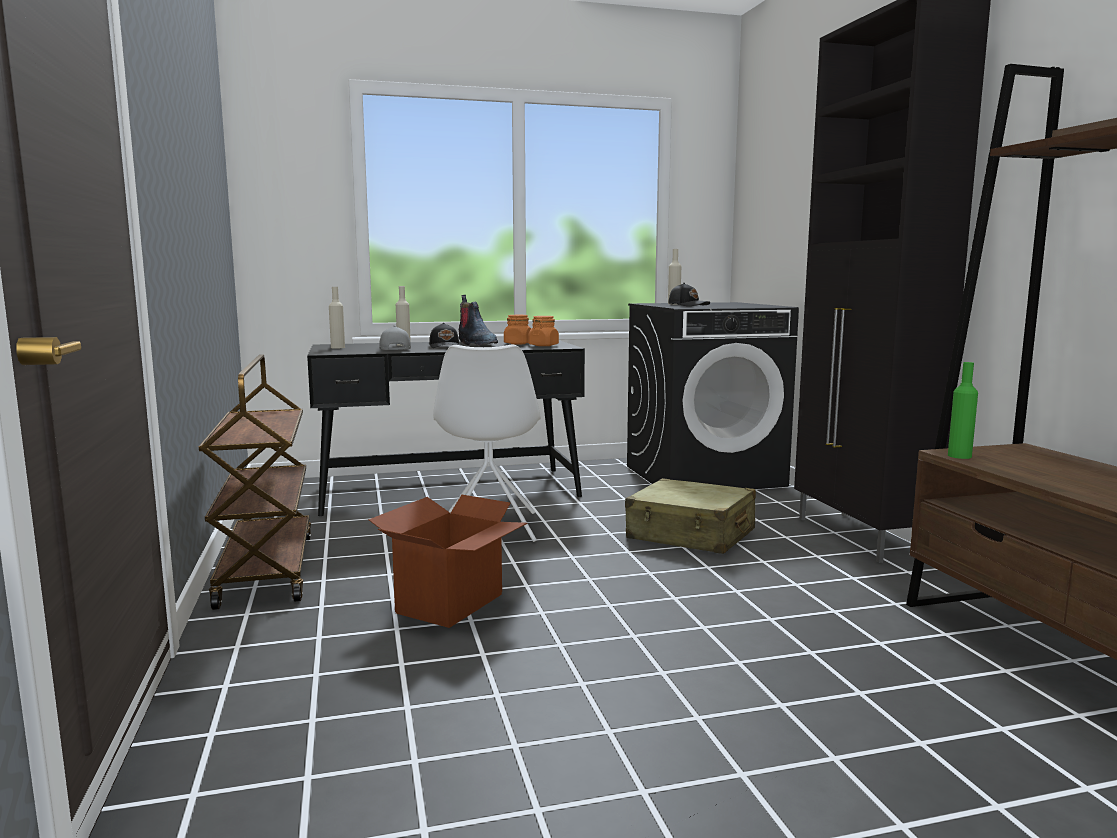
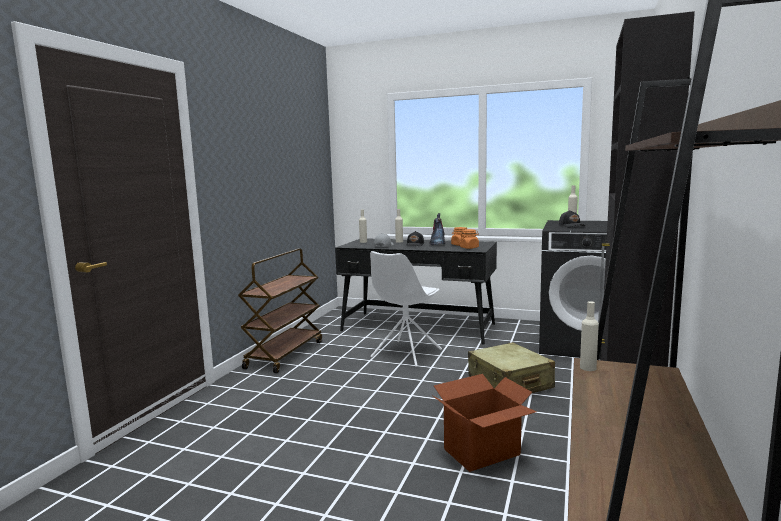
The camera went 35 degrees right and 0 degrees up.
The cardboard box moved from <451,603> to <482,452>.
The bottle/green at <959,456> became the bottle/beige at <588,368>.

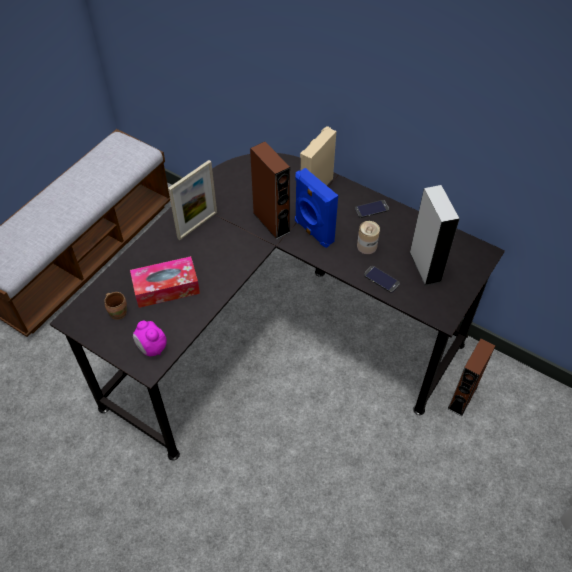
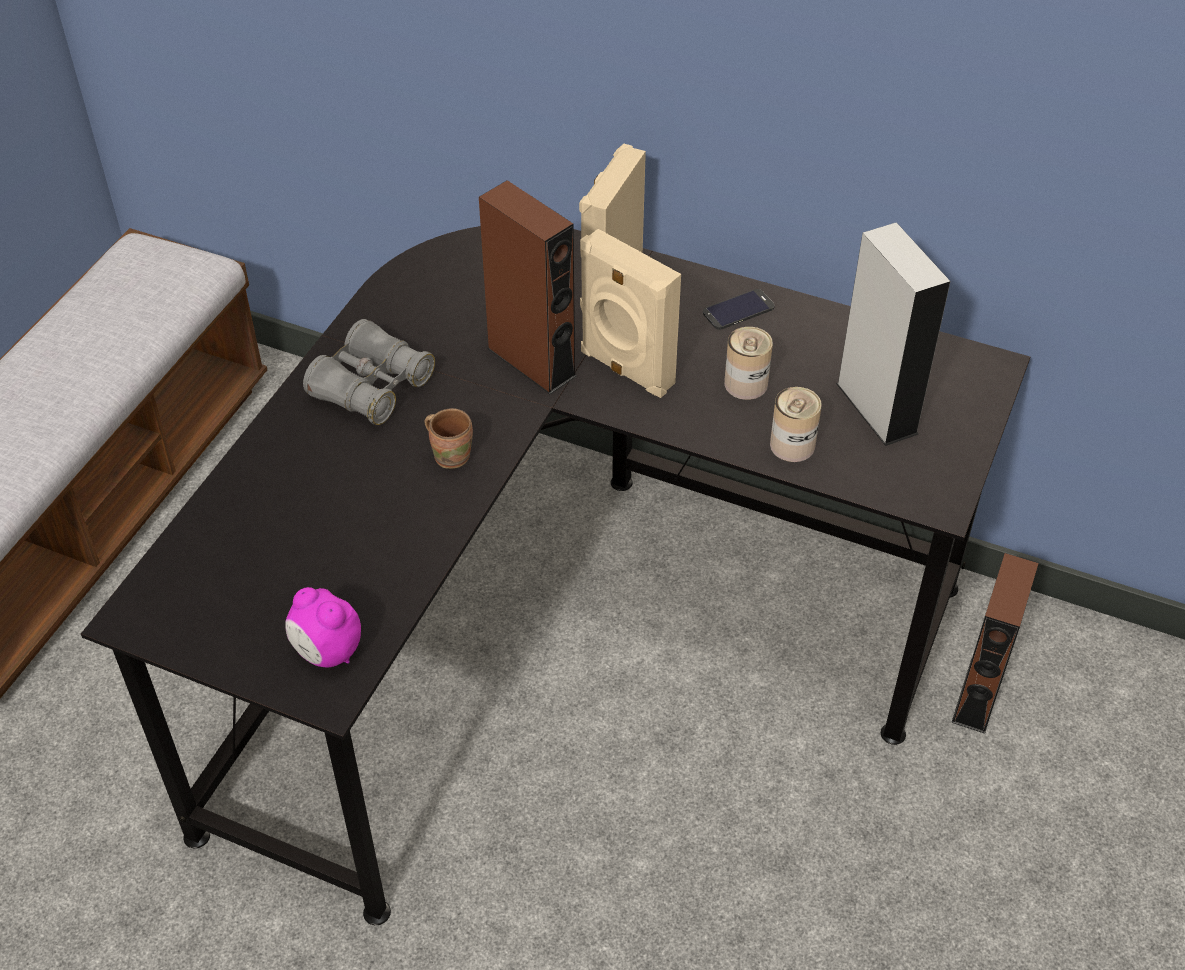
The camera went 10 degrees left and 5 degrees down.
The mug/brown moved from <118,312> to <451,455>.
The tissue box at <166,288> disappeared.
The picture frame at <197,225> was replaced by the binoculars/grey at <371,387>.
The speaker/blue at <313,232> became the speaker/beige at <625,370>.
The phone at <381,279> was replaced by the can at <792,445>.

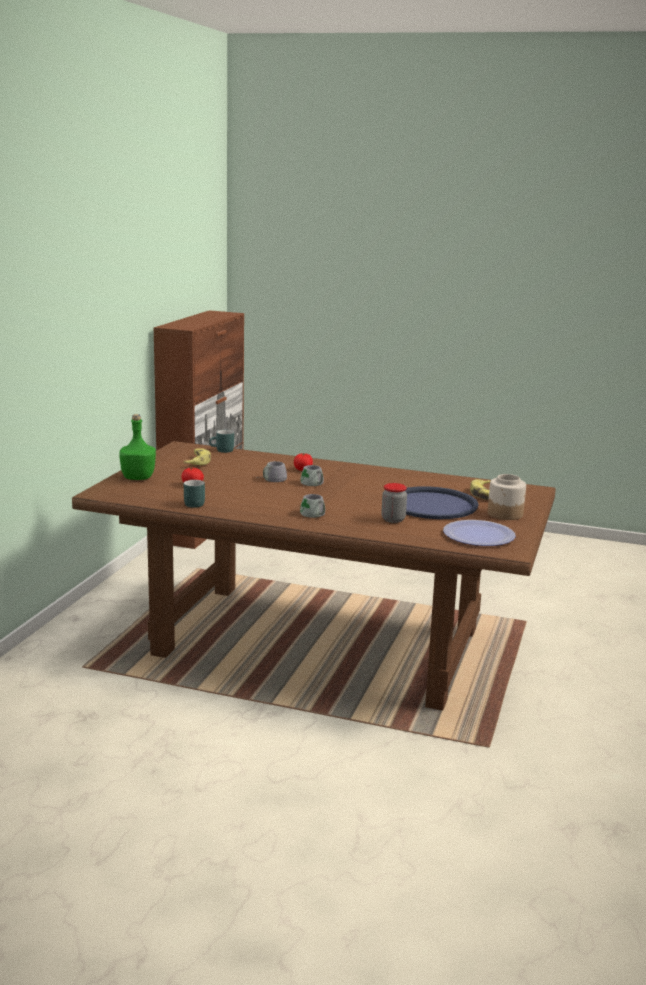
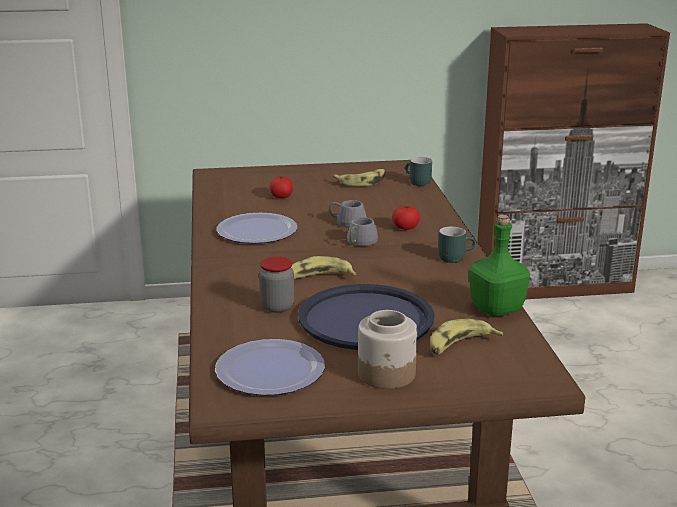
The camera went 65 degrees right and 5 degrees up.
The bottle/green moved from <138,477> to <497,309>.
The mug/turquoise moved from <194,503> to <454,257>.
The mug/grey at <312,515> disappeared.
The plate at <257,231> appeared.
The banana at <318,277> appeared.

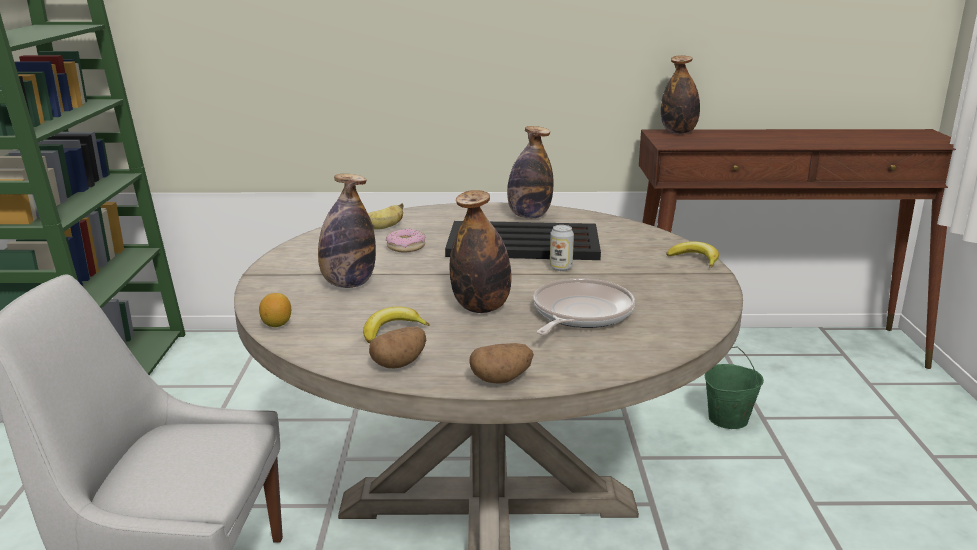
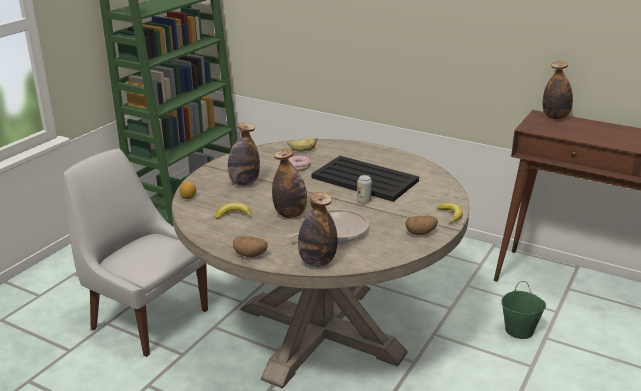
The camera went 30 degrees right and 5 degrees up.
The potato moved from <399,363> to <420,233>.
The bottle moved from <529,216> to <317,262>.

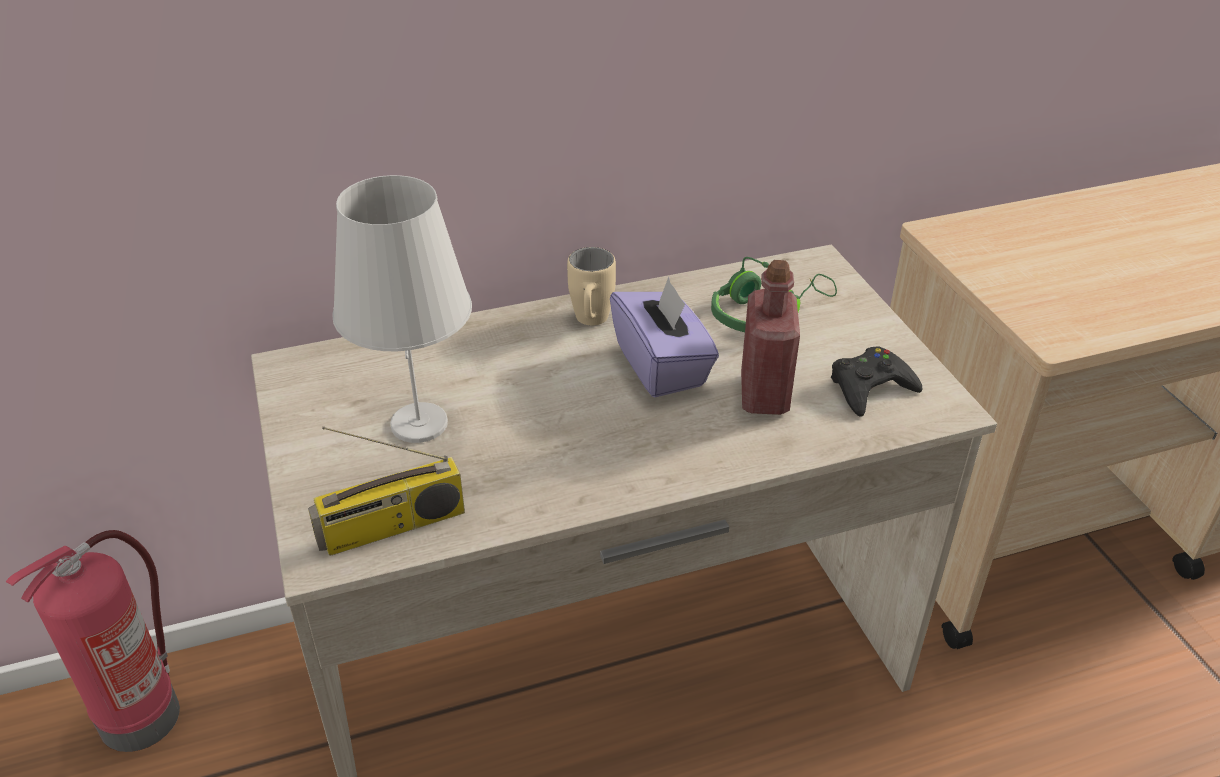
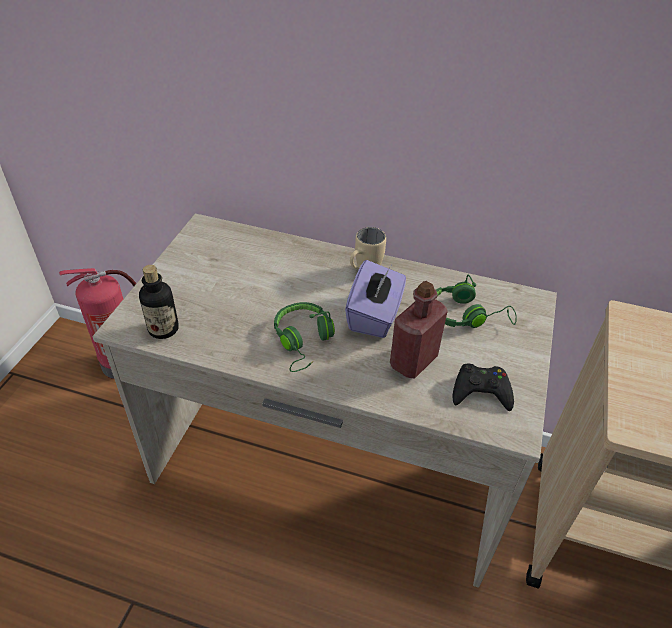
The camera went 35 degrees right and 5 degrees up.
The radio at <391,527> was replaced by the bottle at <163,329>.
The table lamp/white at <419,423> disappeared.
The headphones/green at <303,341> appeared.

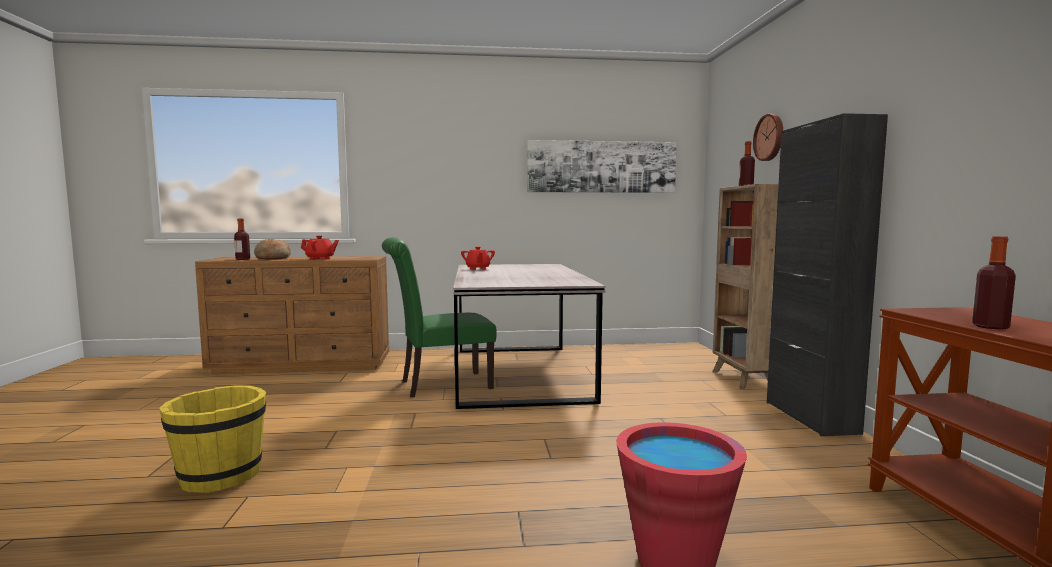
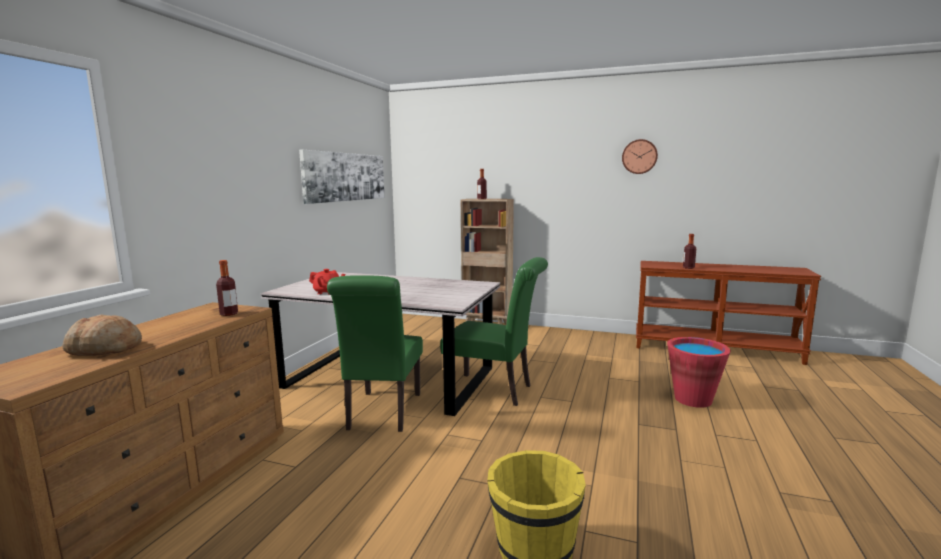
The camera went 65 degrees left and 5 degrees up.
The bottle moved from <243,259> to <229,314>.
The teapot/red at <320,259> disappeared.
The wall clock moved from <770,137> to <639,156>.
The cabinet/black at <810,417> disappeared.
The chair/green at <494,390> appeared.

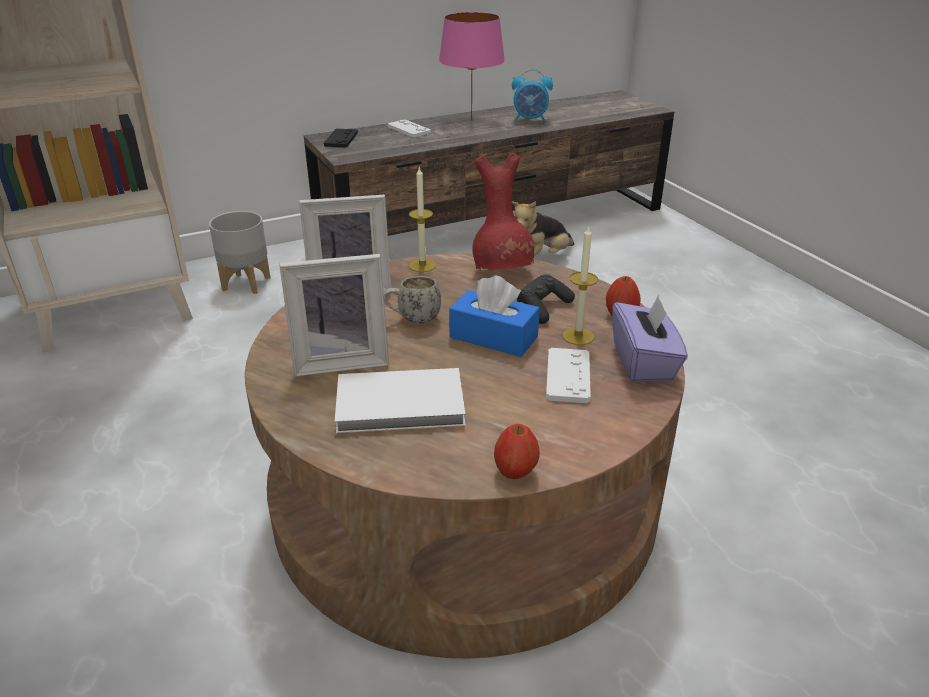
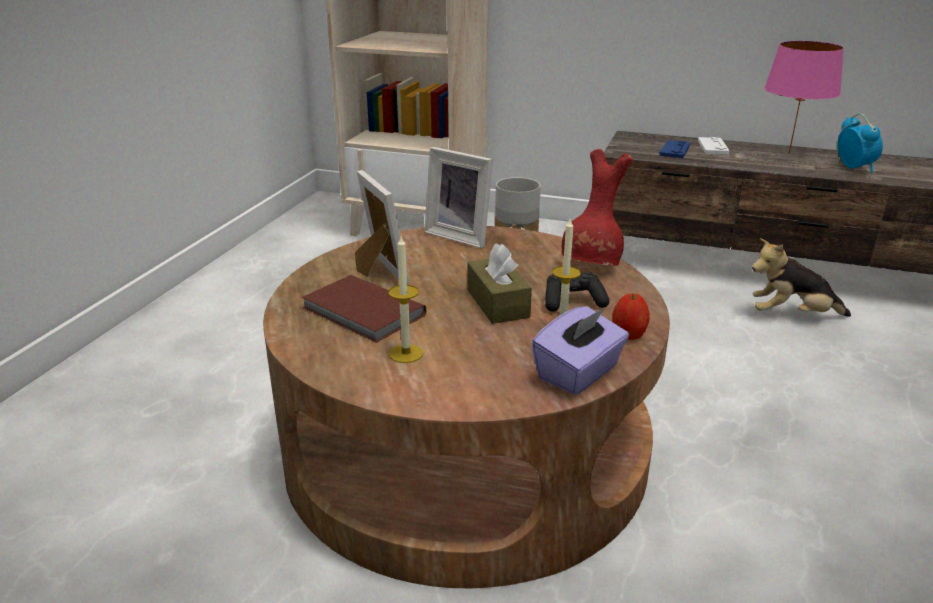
The camera went 45 degrees right and 5 degrees down.
The picture frame at <340,360> turned 150 degrees counterclockwise.
The game controller/black at <341,139> disappeared.
The book/white at <402,406> became the book/brown at <363,313>.
The mug/white at <413,319> disappeared.
The candle moved from <422,265> to <406,353>.
The tissue box/blue at <493,337> became the tissue box/brown at <497,303>.
The apple at <515,472> disappeared.
The alarm clock at <530,120> turned 150 degrees counterclockwise.
The game controller/white at <568,376> disappeared.
The game controller/blue at <674,150> appeared.

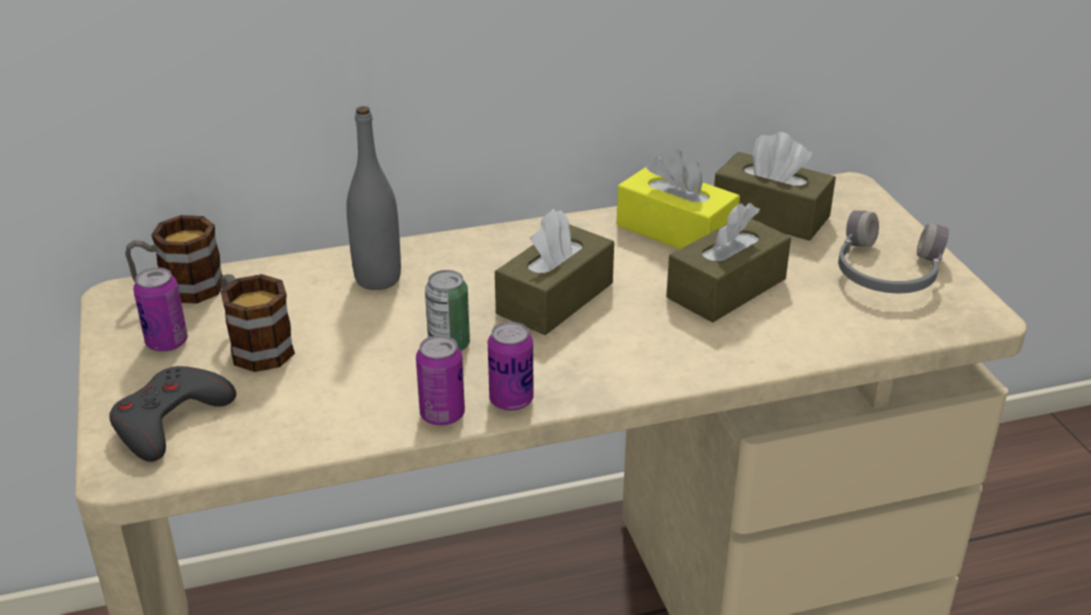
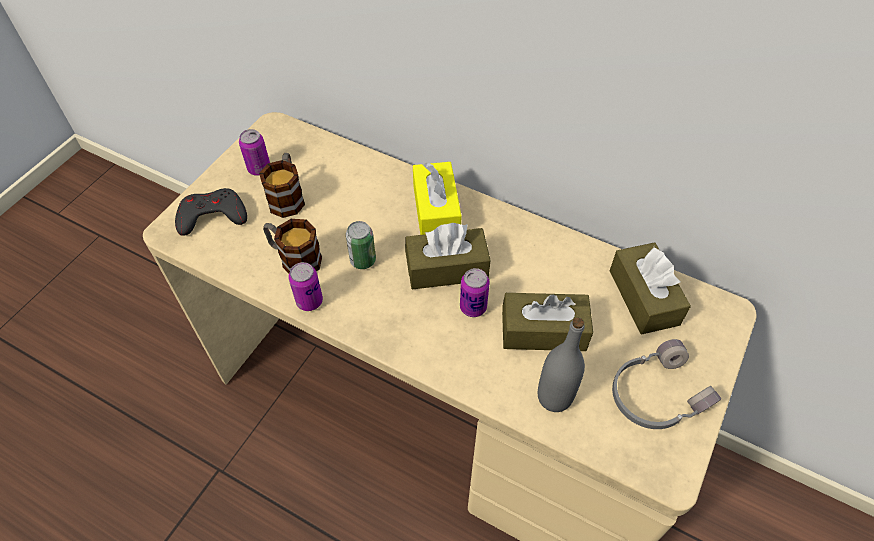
The camera went 45 degrees right and 20 degrees up.
The mug moved from <180,289> to <294,258>.
The bottle/grey moved from <378,279> to <554,397>.
The can moved from <511,400> to <473,307>.
The tissue box/yellow moved from <675,231> to <436,211>.

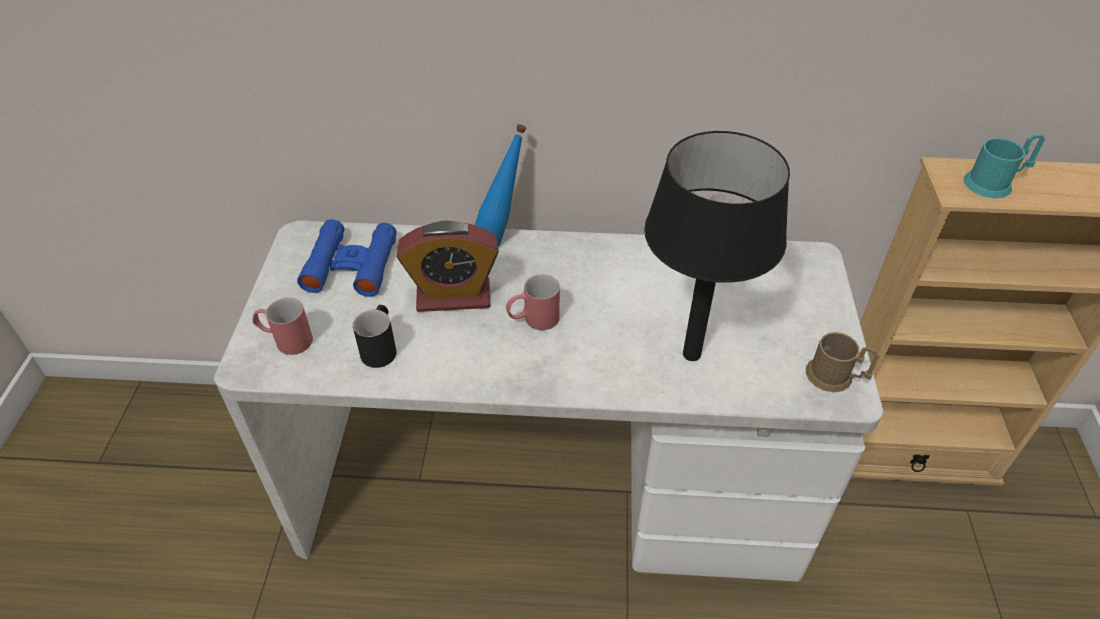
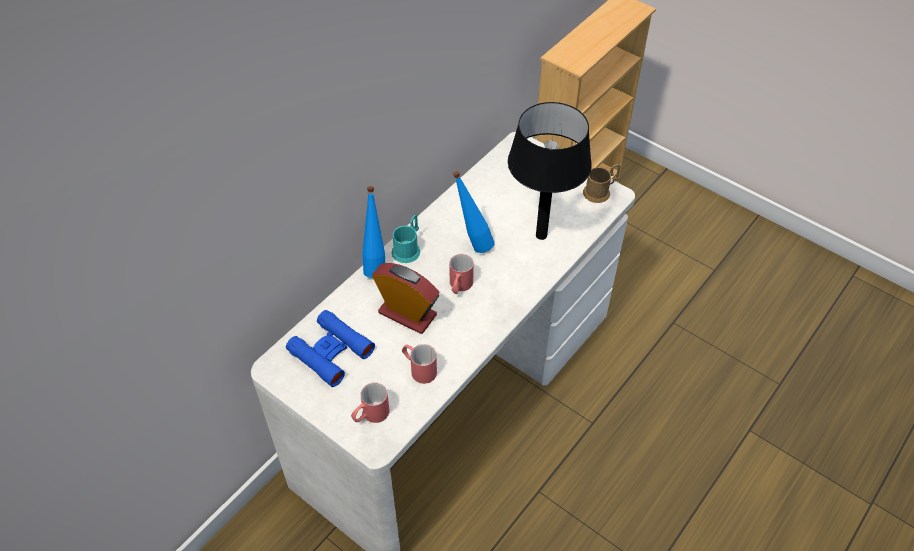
The camera went 55 degrees left and 5 degrees up.
The mug/black at <381,346> became the mug/red at <419,369>.
The alarm clock at <453,296> turned 90 degrees counterclockwise.
The mug/turquoise moved from <994,183> to <408,249>.
The bottle/blue at <472,243> appeared.

